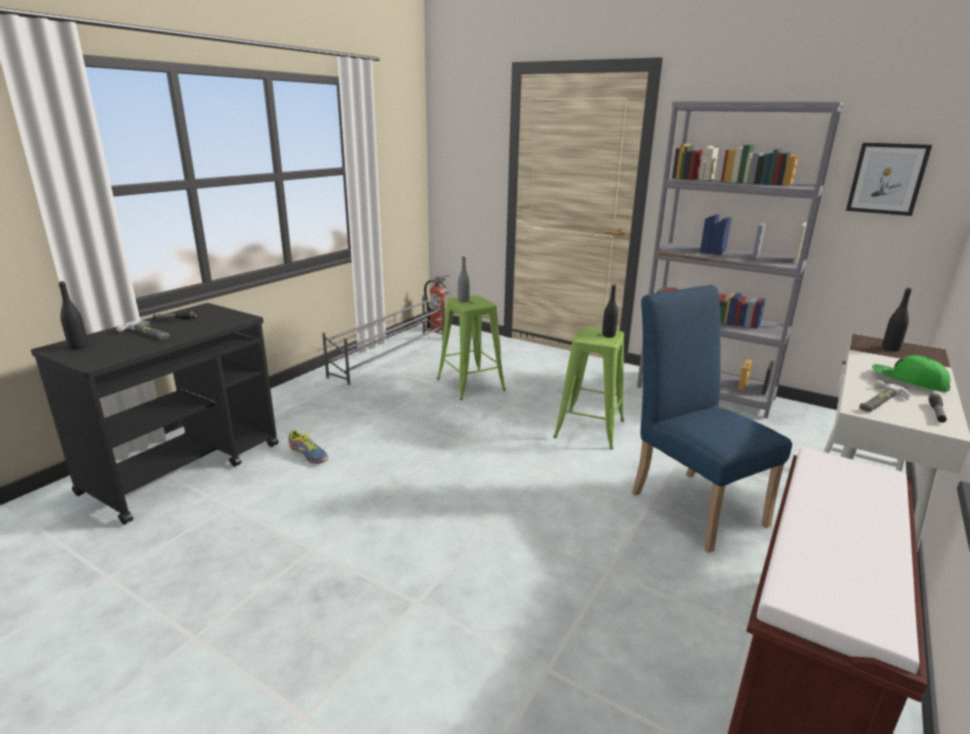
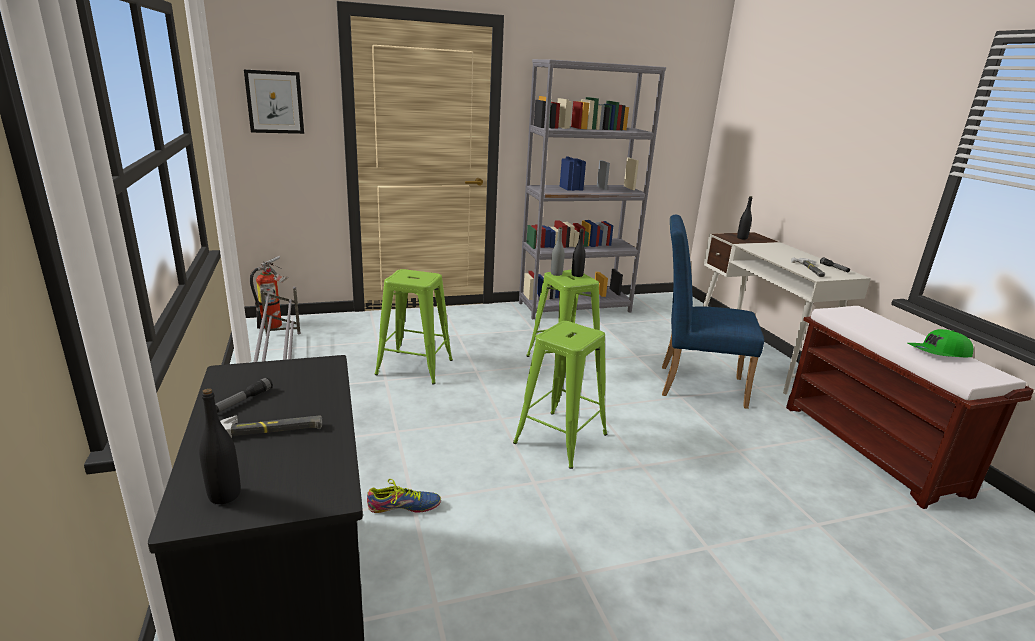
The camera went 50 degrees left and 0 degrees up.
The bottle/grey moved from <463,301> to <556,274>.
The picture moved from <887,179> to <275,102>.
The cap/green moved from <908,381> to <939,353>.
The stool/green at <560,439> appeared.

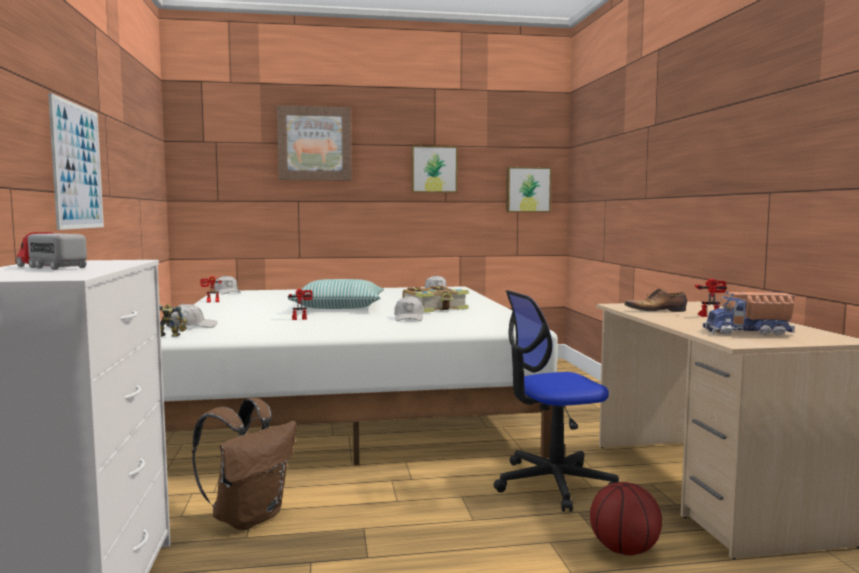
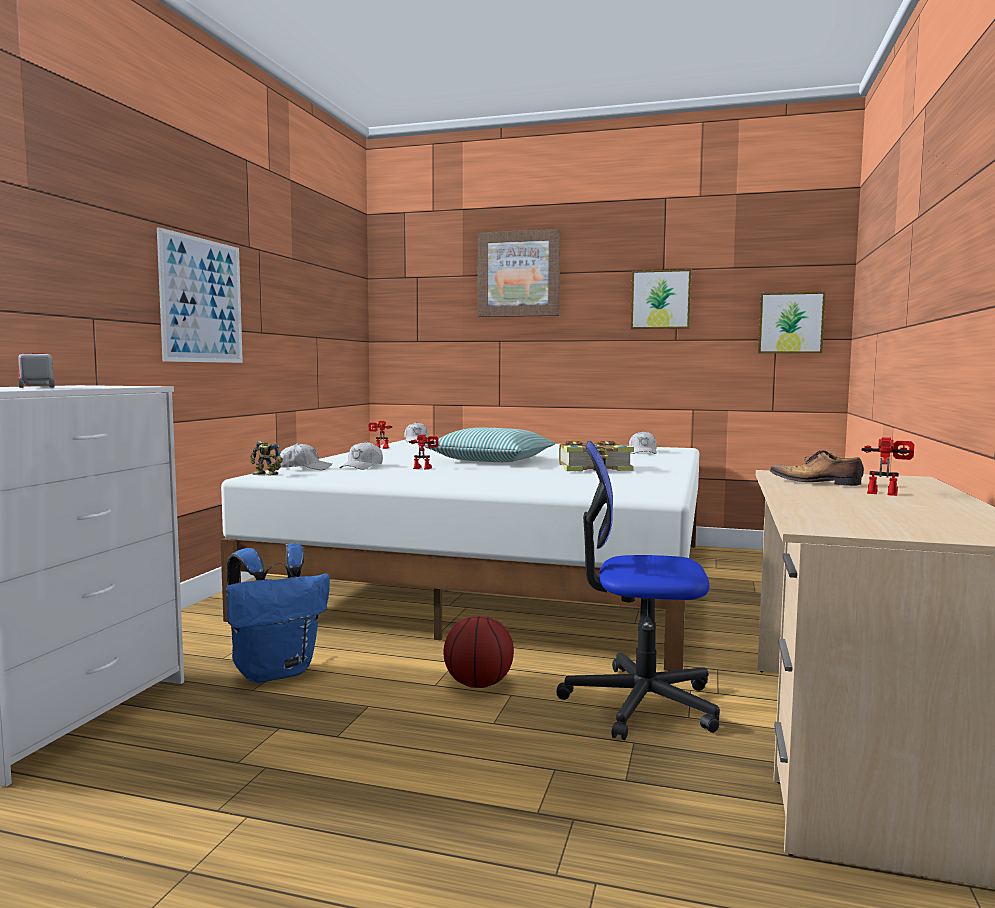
The camera went 25 degrees right and 0 degrees up.
The backpack/brown at <248,517> became the backpack/blue at <276,671>.
The cap/white moved from <409,318> to <362,466>.
The basketball moved from <625,550> to <479,685>.
The toy truck at <748,332> disappeared.

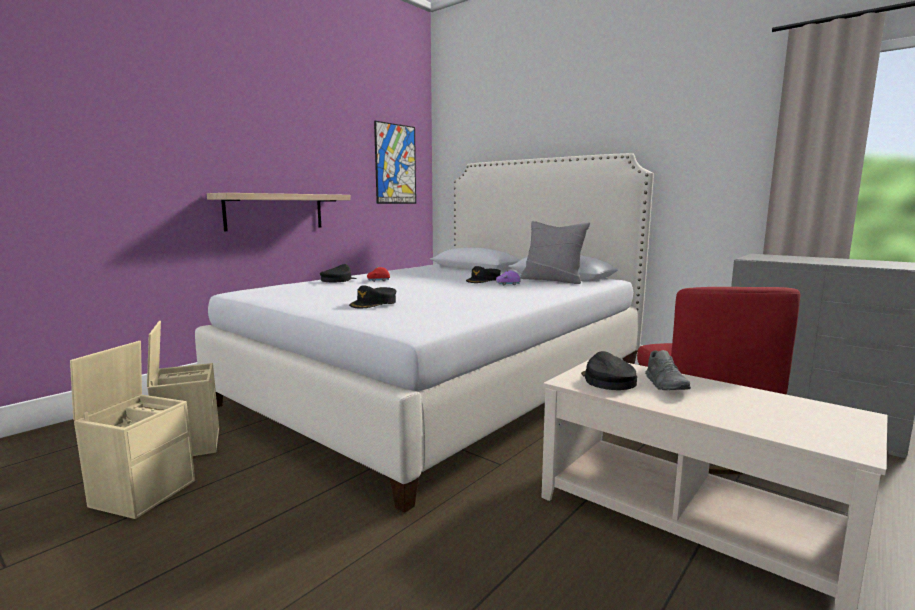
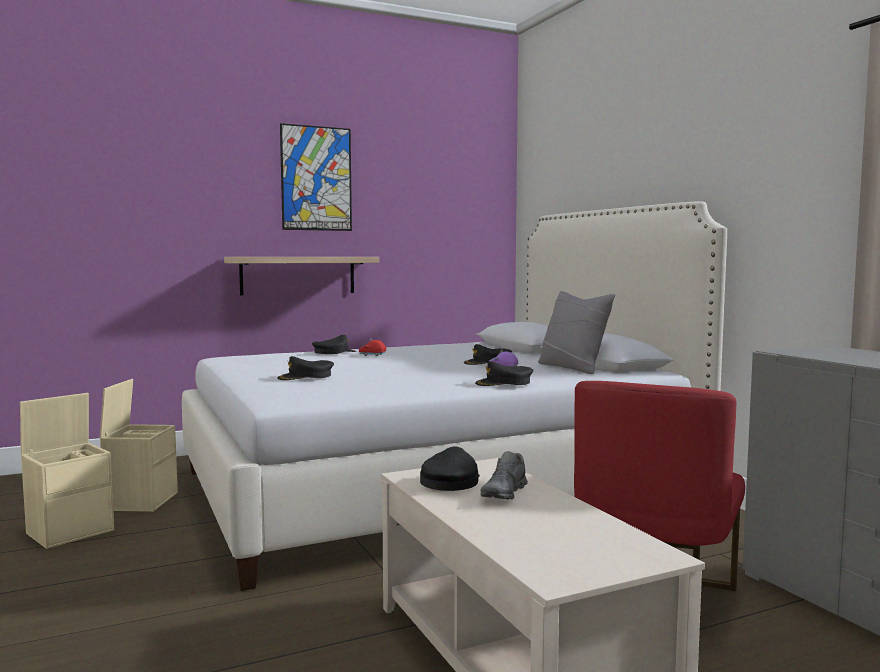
The camera went 25 degrees right and 5 degrees down.
The picture moved from <395,164> to <316,178>.
The cap/black at <504,383> appeared.

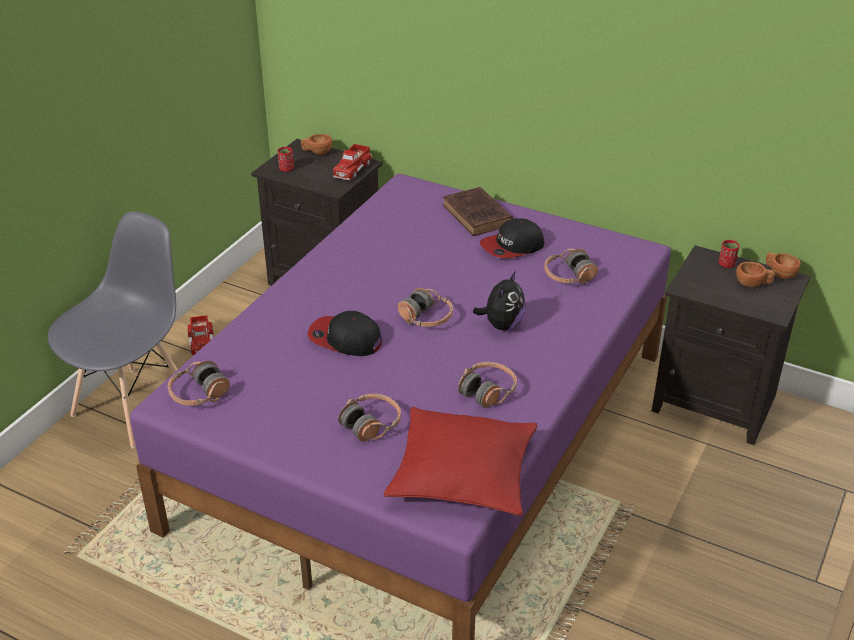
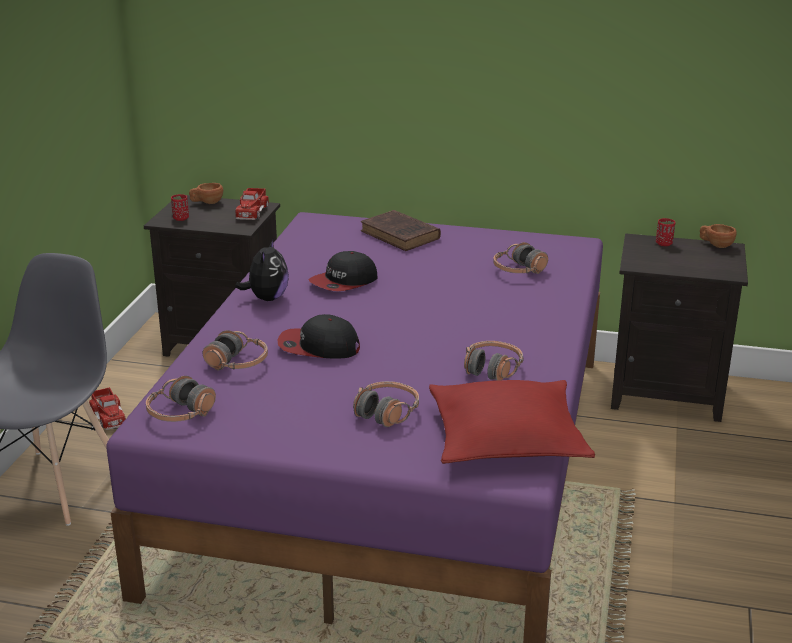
The camera went 15 degrees left and 10 degrees down.
The headphones moved from <426,318> to <237,363>.
The plush toy moved from <502,325> to <267,298>.
The cap moved from <512,247> to <344,282>.
The cup/brown at <753,284> disappeared.

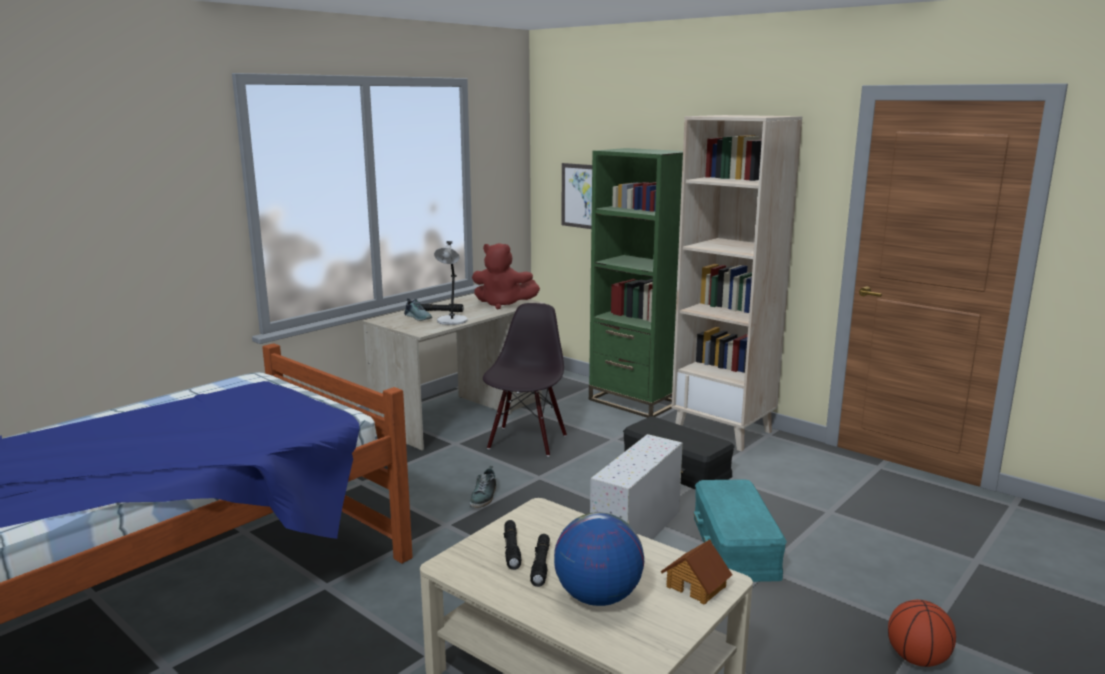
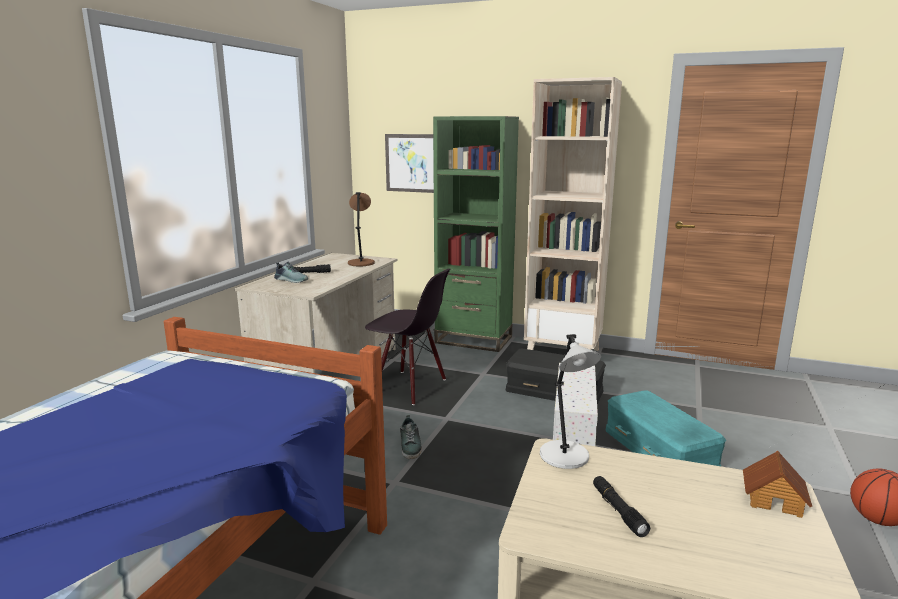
The camera went 20 degrees left and 0 degrees up.
The table lamp/grey moved from <452,321> to <565,457>.
The plush toy/red at <503,304> was replaced by the table lamp/brown at <361,263>.
The chair/black at <526,441> turned 120 degrees clockwise.
The flashlight/black at <511,549> disappeared.
The globe at <597,597> disappeared.

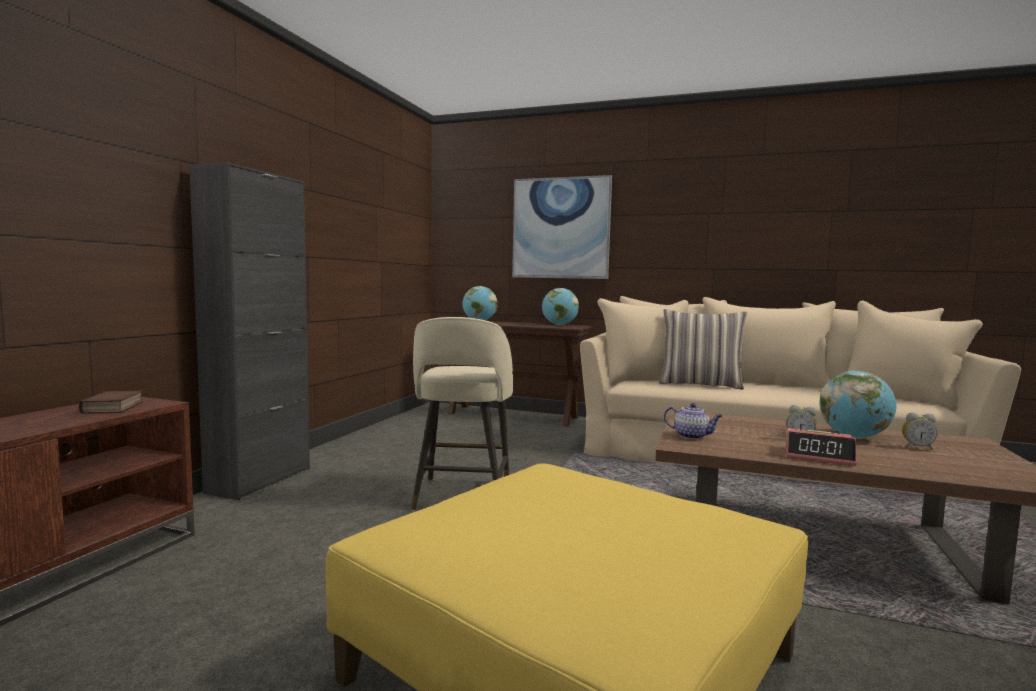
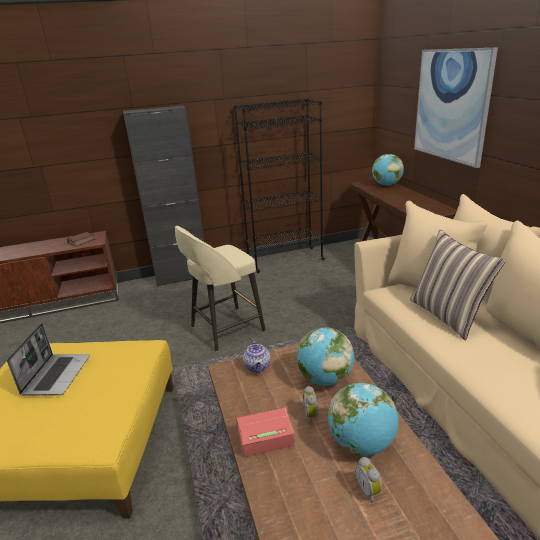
The camera went 55 degrees right and 20 degrees up.
The globe moved from <559,325> to <325,379>.
The alarm clock at <819,456> turned 90 degrees clockwise.
The laptop at <57,375> appeared.
The bookcase/black at <285,260> appeared.

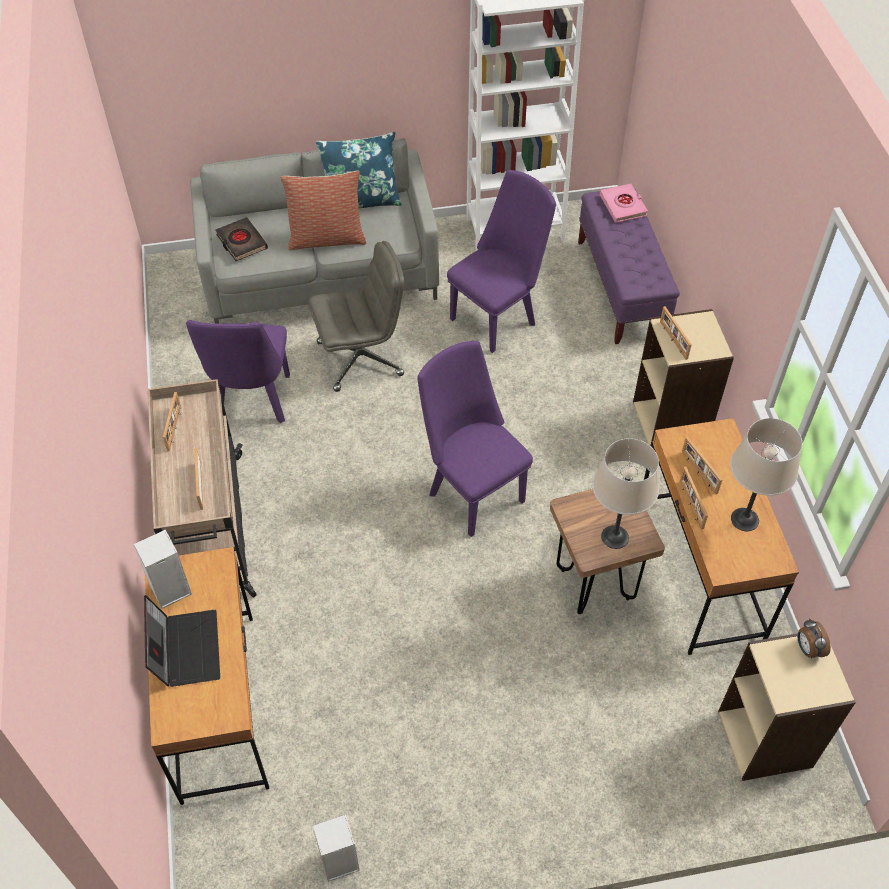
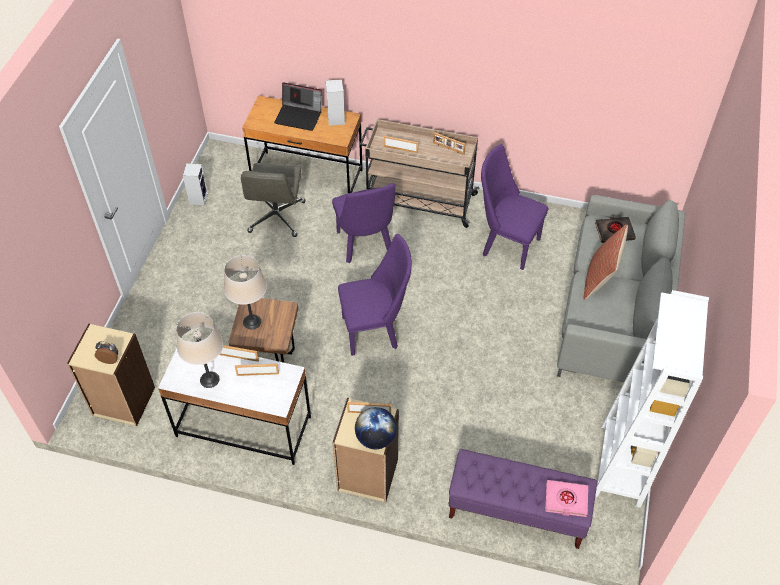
The camera went 115 degrees right and 0 degrees up.
The office chair/grey moved from <361,358> to <276,217>.
The pillow/blue at <361,201> disappeared.
The chair/purple moved from <497,317> to <365,246>.
The desk/brown at <699,571> became the desk/white at <243,426>.
The globe at <376,438> appeared.

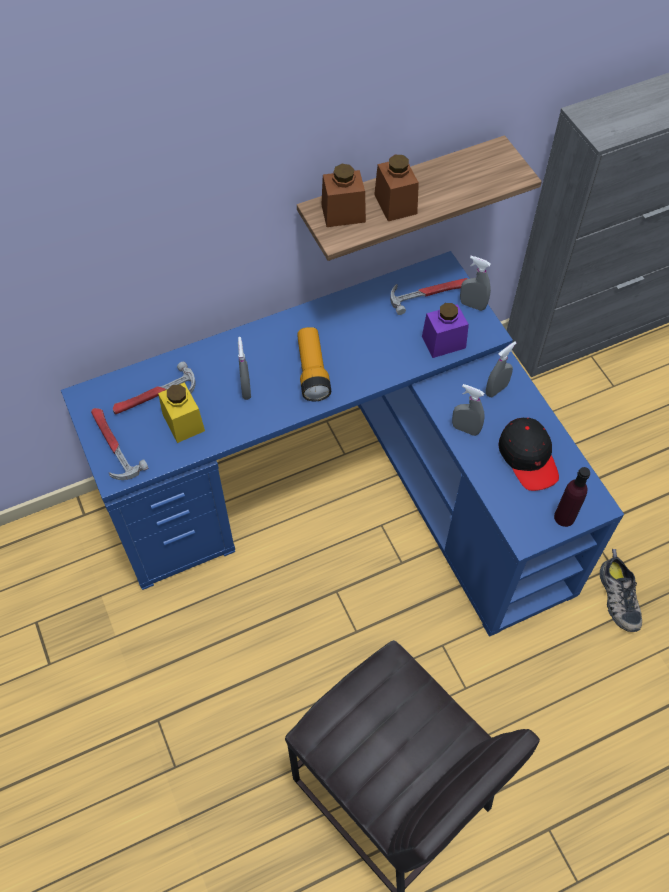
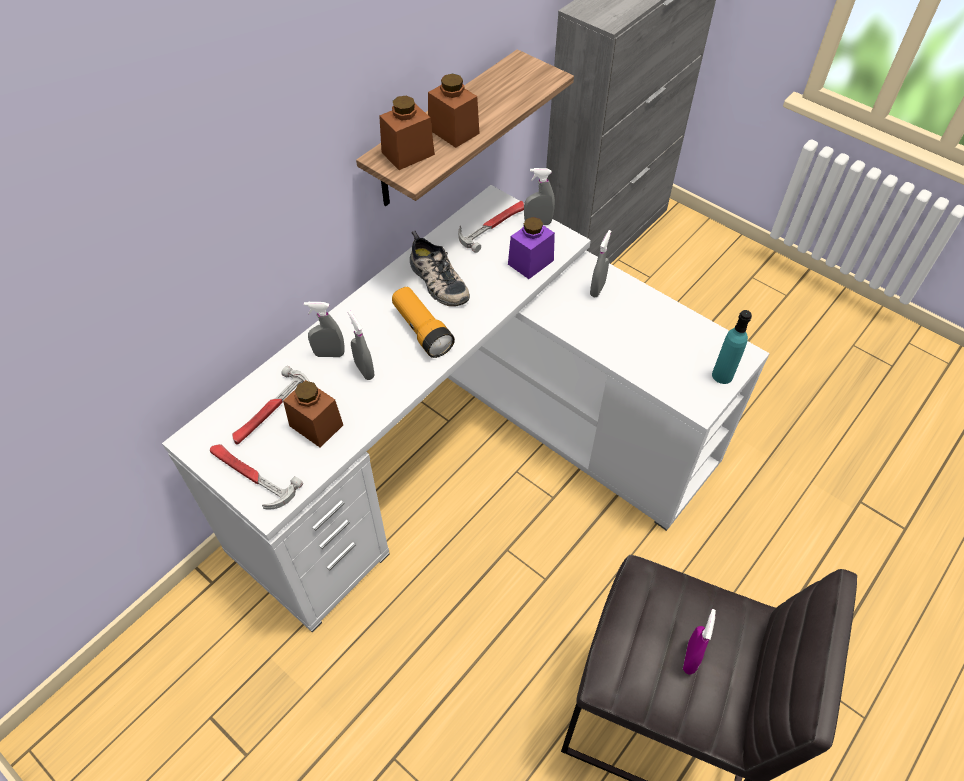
The camera went 25 degrees left and 5 degrees down.
The desk/blue at <353,490> became the desk/white at <474,450>.
The jar/yellow at <183,422> became the jar/brown at <316,425>.
The spray bottle/grey moved from <465,429> to <329,354>.
The cap/black at <528,458> disappeared.
The bottle/purple at <564,517> became the bottle/turquoise at <722,375>.
The shoe moved from <617,597> to <436,281>.
The spray bottle/purple at <690,658> appeared.

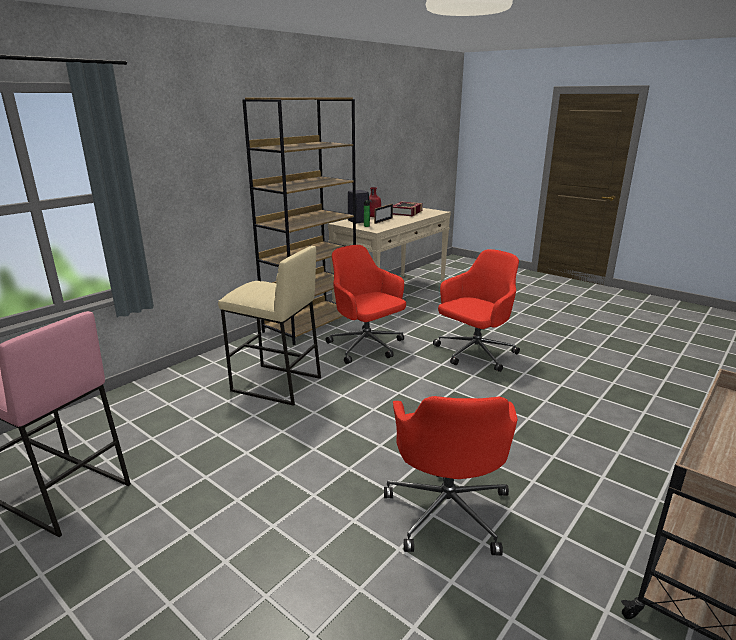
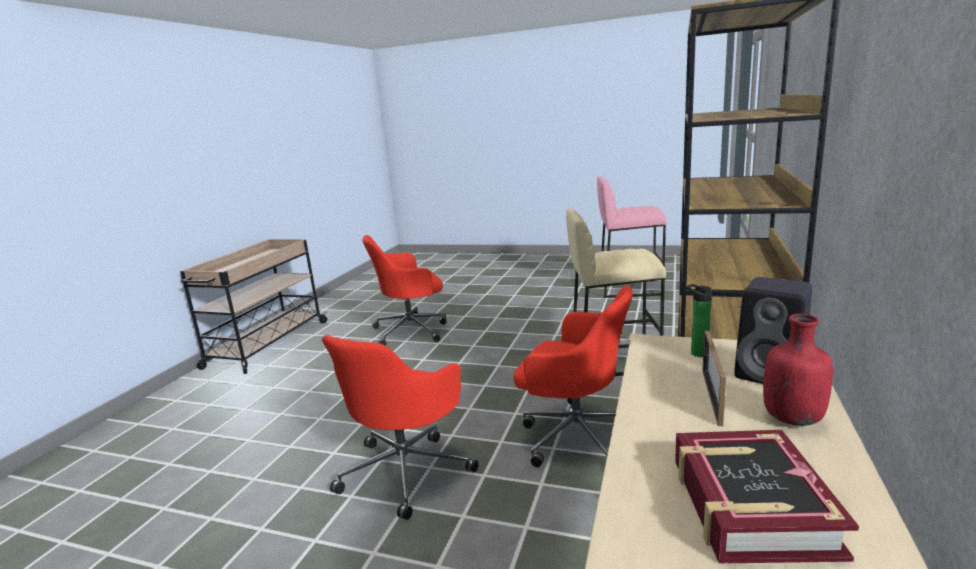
The camera went 160 degrees right and 5 degrees down.
The office chair/red at <447,510> turned 90 degrees counterclockwise.

